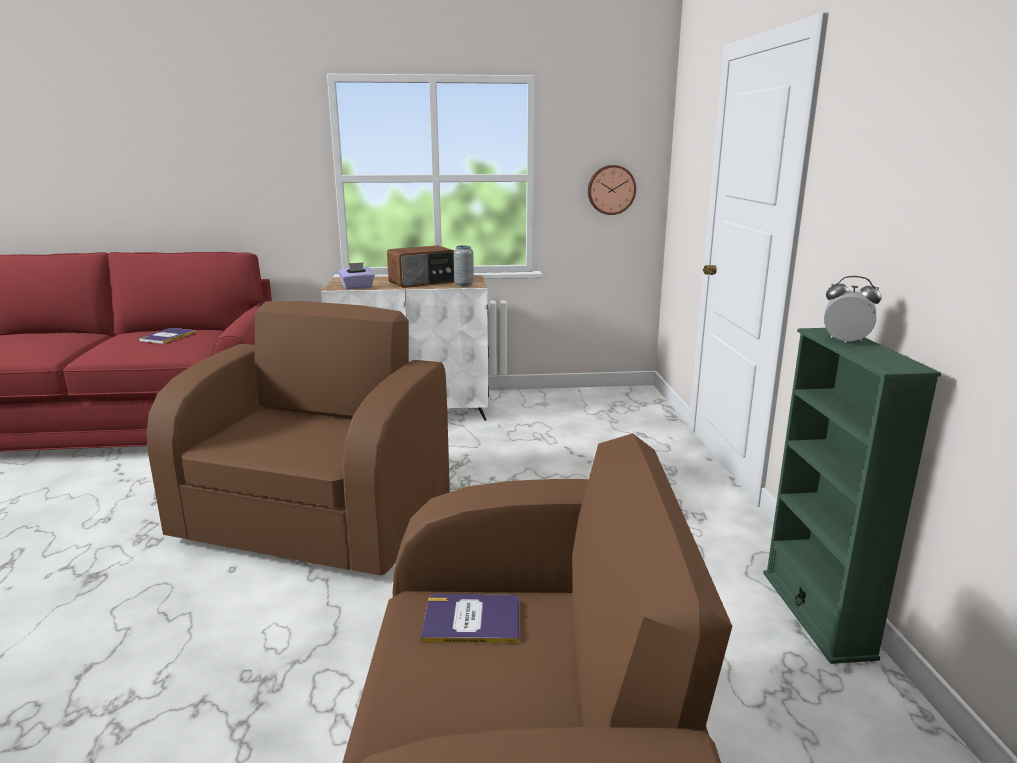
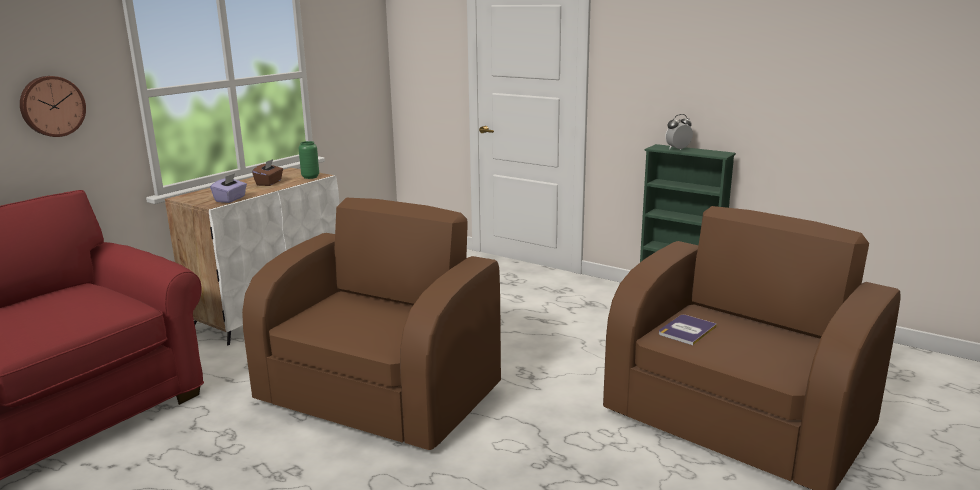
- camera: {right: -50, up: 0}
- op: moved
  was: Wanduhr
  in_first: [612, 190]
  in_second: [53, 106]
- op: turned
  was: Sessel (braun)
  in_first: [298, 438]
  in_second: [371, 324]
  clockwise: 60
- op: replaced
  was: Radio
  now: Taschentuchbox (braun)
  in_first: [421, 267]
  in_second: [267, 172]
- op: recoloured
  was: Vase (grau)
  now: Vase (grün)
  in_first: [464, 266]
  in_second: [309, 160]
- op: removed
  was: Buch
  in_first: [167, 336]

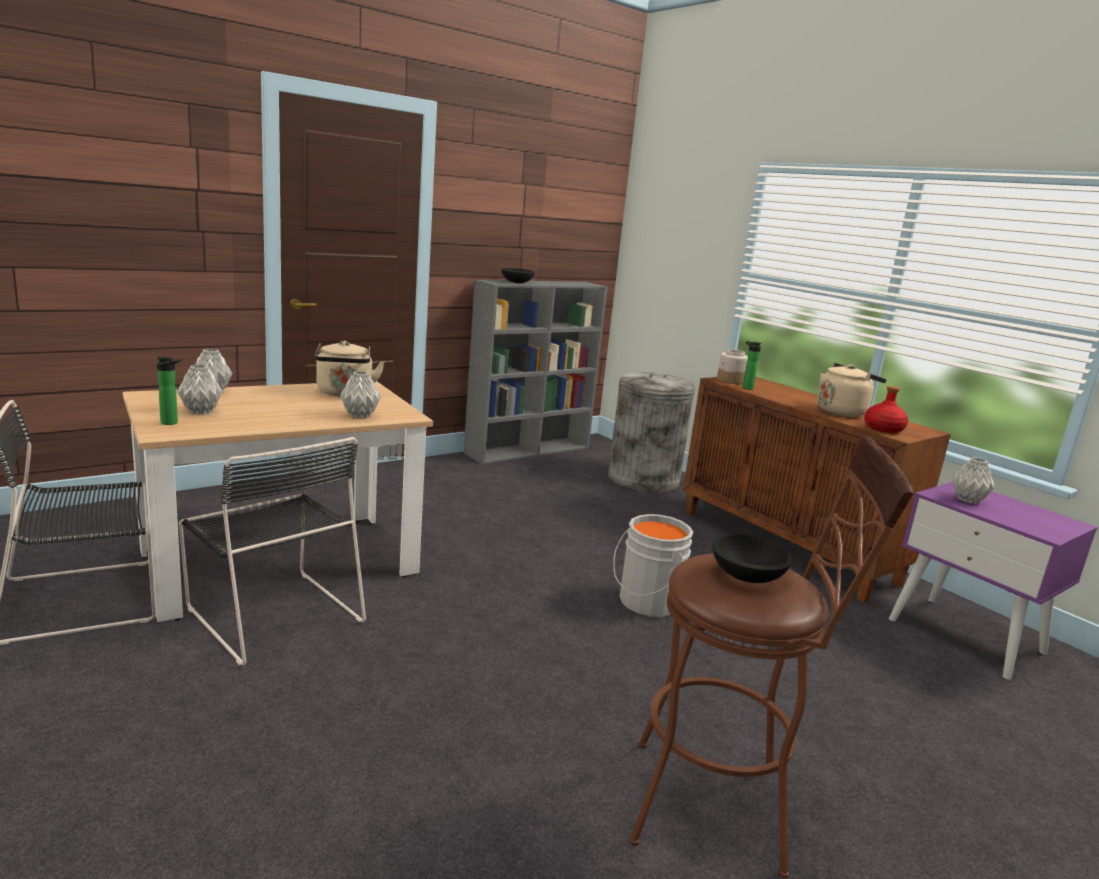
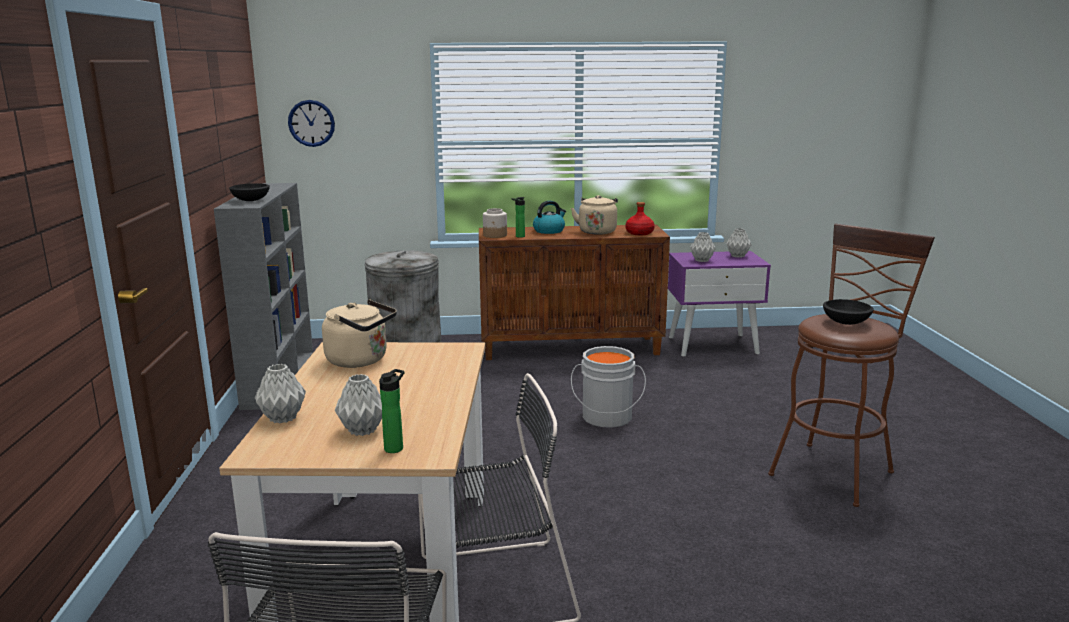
- camera: {right: -55, up: 0}
- op: added
  now: Wanduhr
  in_second: [311, 123]
- op: added
  now: Wasserkessel
  in_second: [549, 217]
- op: moved
  was: Vase (grau)
  in_first: [360, 394]
  in_second: [739, 243]

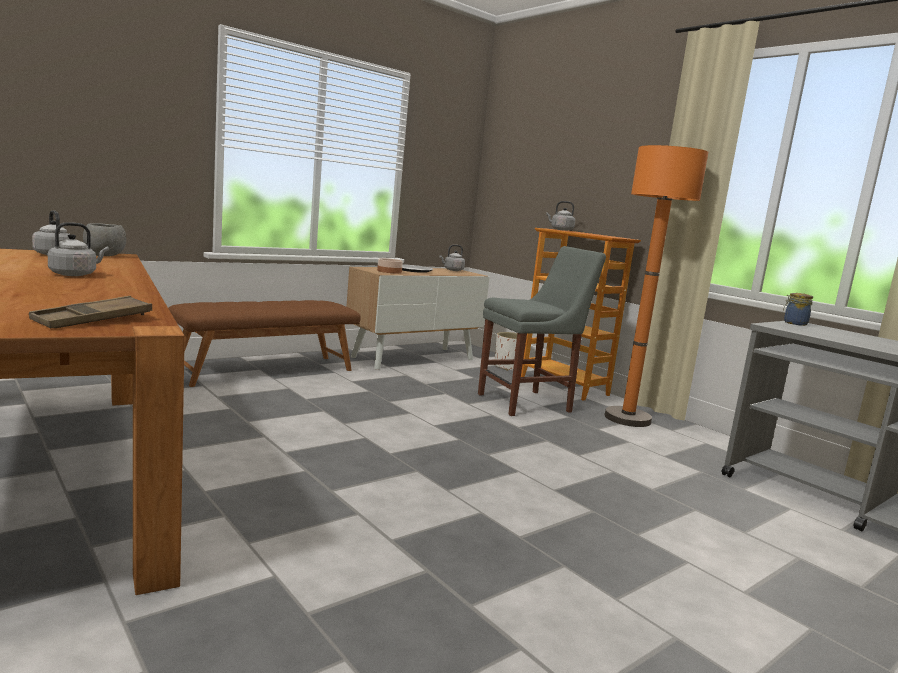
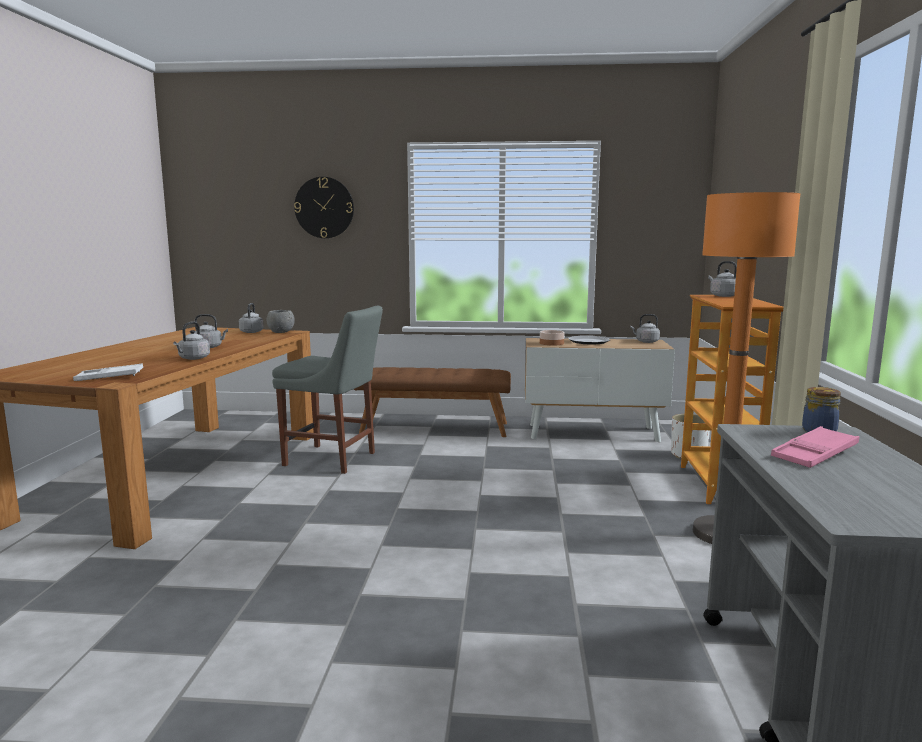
- camera: {right: 45, up: 0}
- op: recoloured
  was: Tablett (braun)
  now: Tablett (weiß)
  in_first: [90, 312]
  in_second: [108, 372]
- op: added
  now: Wasserkessel (grau)
  in_second: [191, 340]
- op: moved
  was: Stuhl (grau)
  in_first: [542, 331]
  in_second: [327, 390]
- op: added
  now: Wanduhr
  in_second: [324, 207]
- op: added
  now: Tablett (rosa)
  in_second: [815, 447]

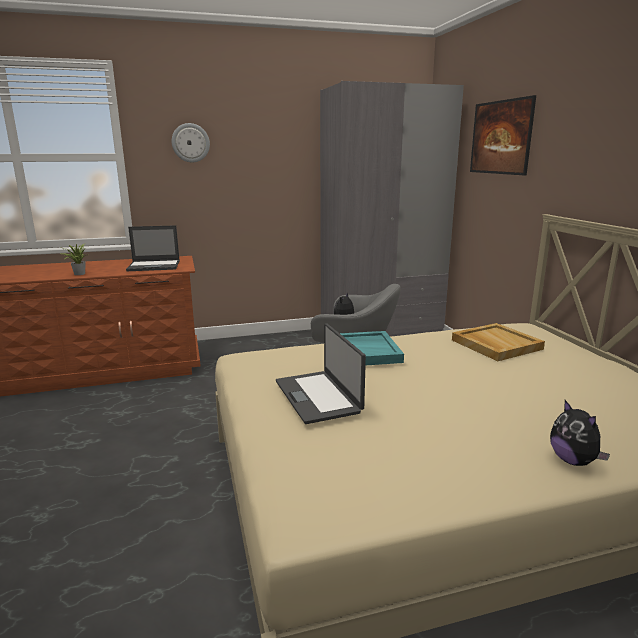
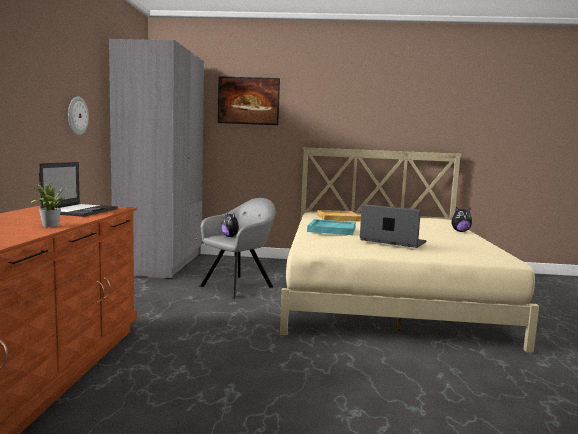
- camera: {right: -70, up: -10}
- op: moved
  was: Wanduhr
  in_first: [191, 142]
  in_second: [78, 116]
- op: turned
  was: Laptop
  in_first: [321, 373]
  in_second: [393, 226]
  clockwise: -150

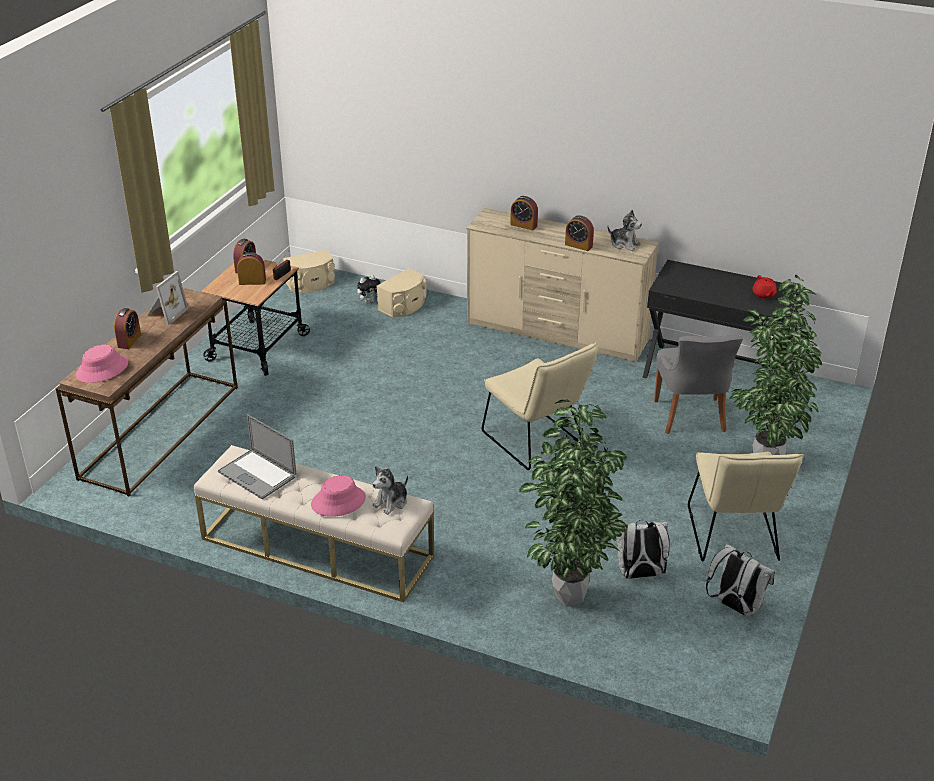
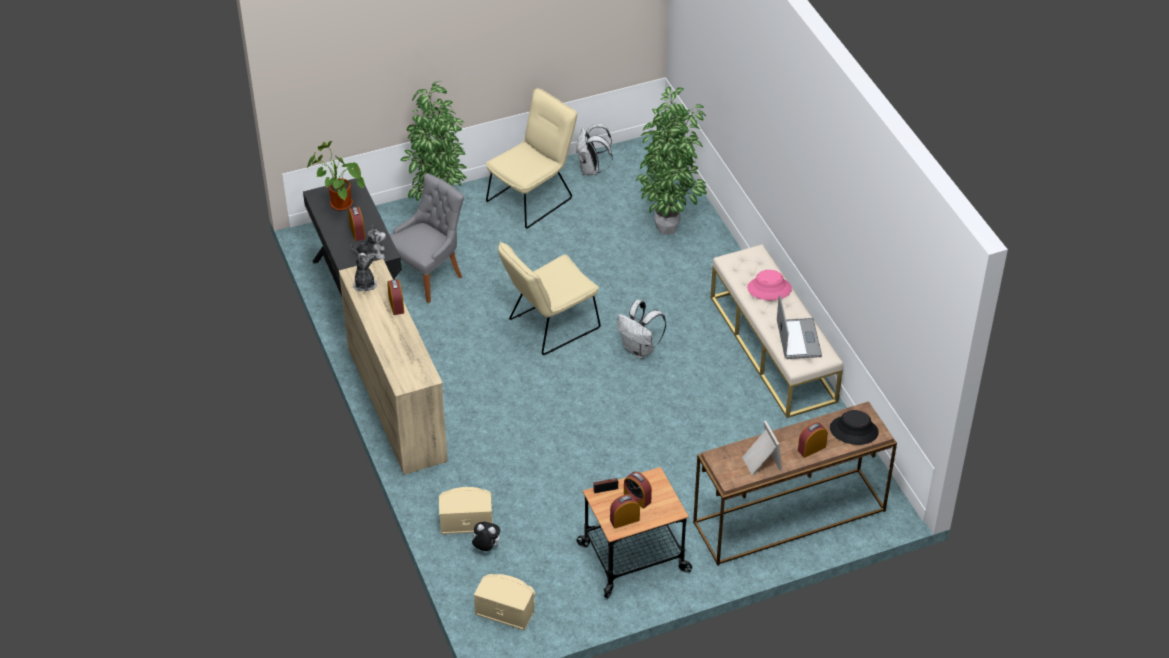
- camera: {right: -135, up: 10}
- op: replaced
  was: Teekanne (rot)
  now: Topfpflanze
  in_first: [764, 286]
  in_second: [335, 176]
- op: moved
  was: Wecker
  in_first: [524, 213]
  in_second: [356, 224]
- op: moved
  was: Plüschtier
  in_first: [390, 490]
  in_second: [368, 242]
- op: turned
  was: Stuhl (beige)
  in_first: [540, 406]
  in_second: [549, 298]
  clockwise: -135
- op: moved
  was: Rucksack (weiß)
  in_first: [641, 549]
  in_second: [641, 329]
- op: turned
  was: Bilderrahmen
  in_first: [167, 298]
  in_second: [762, 448]
  clockwise: 90
- op: recoloured
  was: Hut (rosa)
  now: Hut (schwarz)
  in_first: [102, 364]
  in_second: [854, 427]

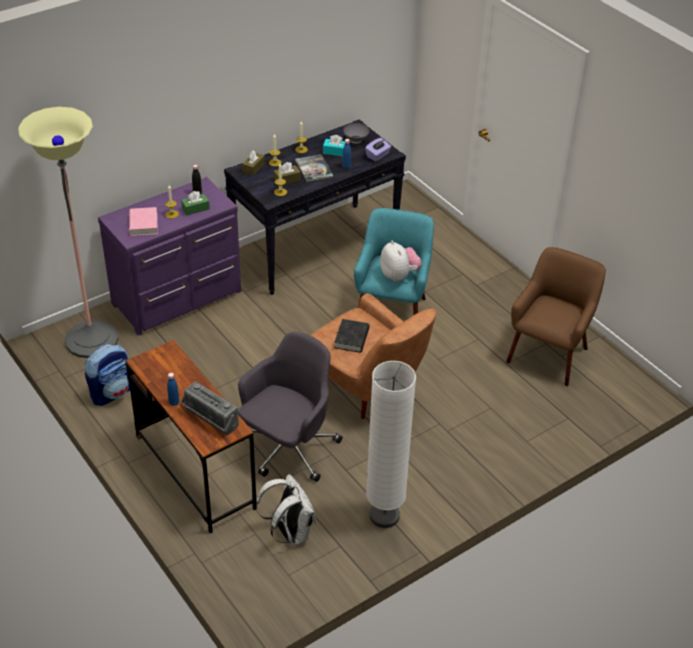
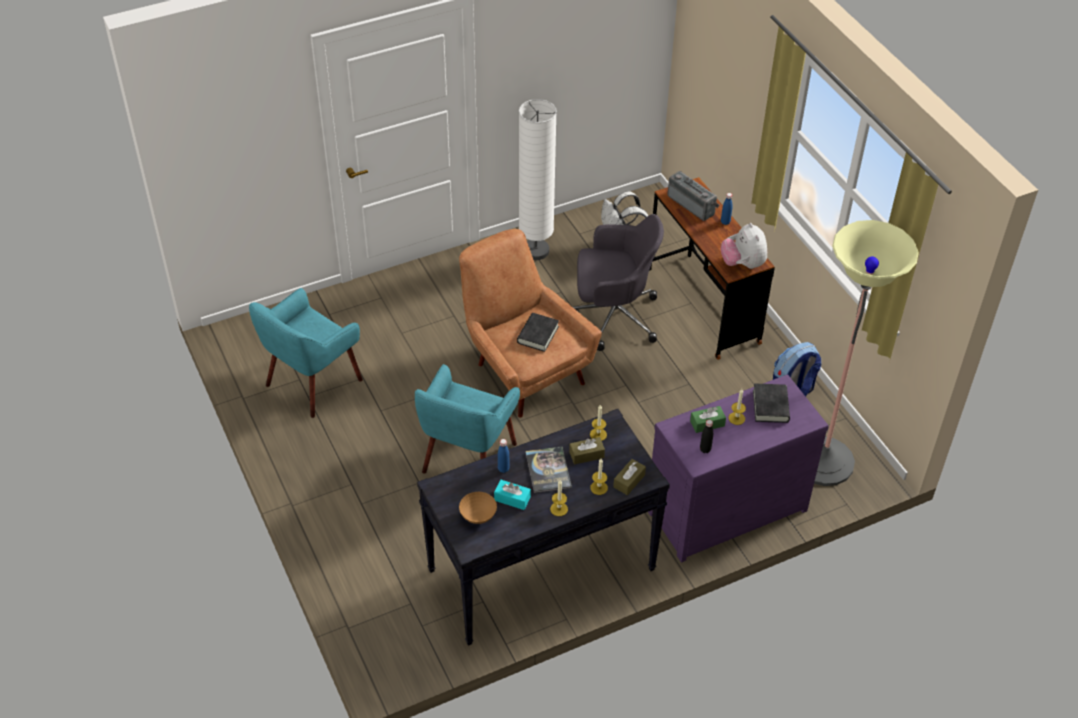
- camera: {right: -170, up: 5}
- op: recoloured
  was: Sessel (braun)
  now: Sessel (türkis)
  in_first: [556, 316]
  in_second: [306, 353]
- op: recoloured
  was: Schüssel (grau)
  now: Schüssel (braun)
  in_first: [356, 133]
  in_second: [478, 508]
- op: turned
  was: Bürostuhl (grau)
  in_first: [290, 407]
  in_second: [618, 282]
  clockwise: -135
- op: moved
  was: Plüschtier
  in_first: [401, 261]
  in_second: [743, 246]
- op: recoloured
  was: Buch (rosa)
  now: Buch (schwarz)
  in_first: [143, 221]
  in_second: [771, 403]
- op: removed
  was: Taschentuchbox (lila)
  in_first: [378, 150]

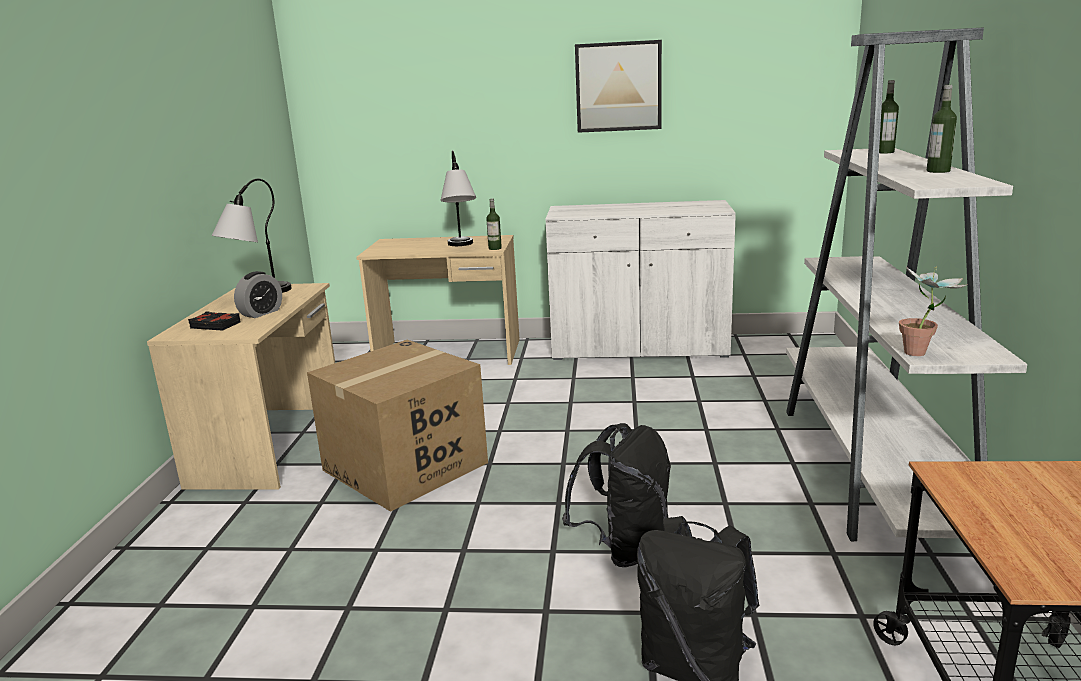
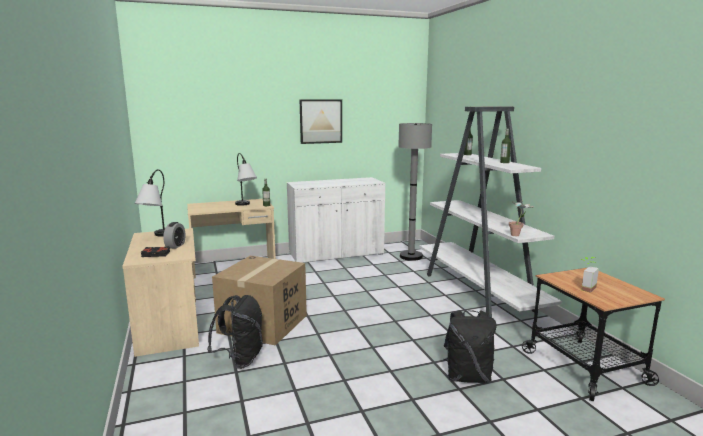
- camera: {right: -25, up: -5}
- op: moved
  was: Rucksack (schwarz)
  in_first: [616, 495]
  in_second: [235, 332]
- op: added
  now: Stehlampe (grau)
  in_second: [415, 192]
- op: added
  now: Topfpflanze
  in_second: [589, 275]

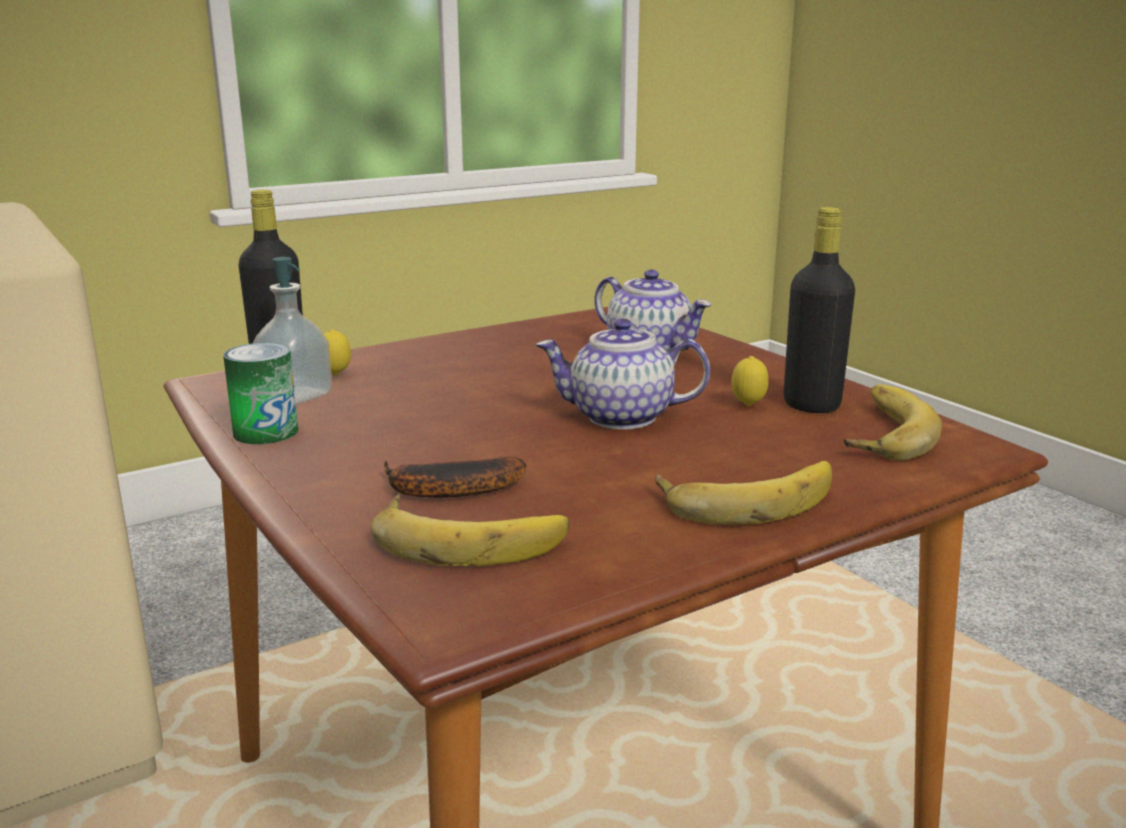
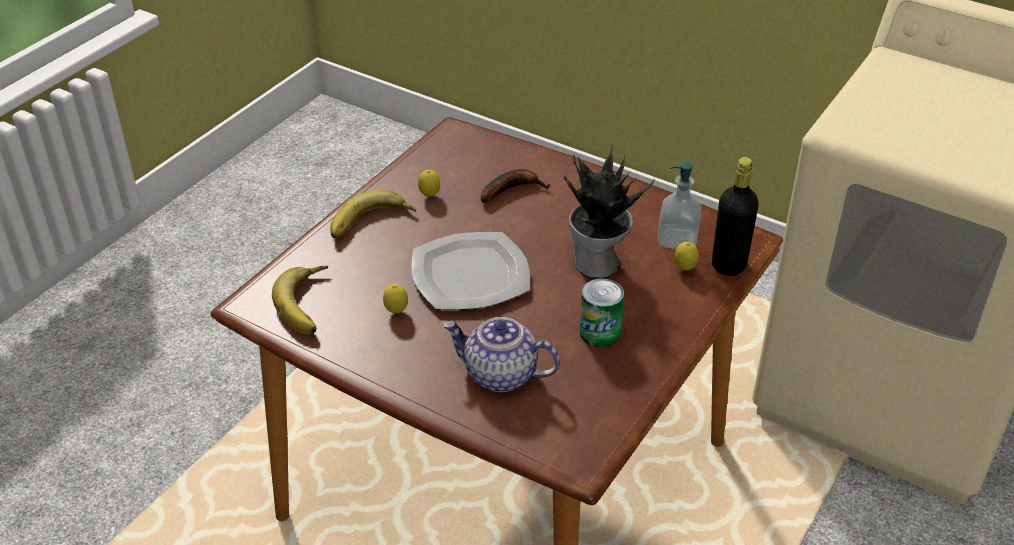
- camera: {right: 155, up: 20}
- op: replaced
  was: Teekanne
  now: Teller
  in_first: [623, 374]
  in_second: [470, 271]
- op: added
  now: Zitrone
  in_second: [429, 183]
- op: added
  now: Topfpflanze
  in_second: [609, 211]
- op: moved
  was: Dose
  in_first: [260, 393]
  in_second: [602, 313]
- op: removed
  was: Banane
  in_first: [469, 529]
- op: removed
  was: Flasche (schwarz)
  in_first: [819, 310]

